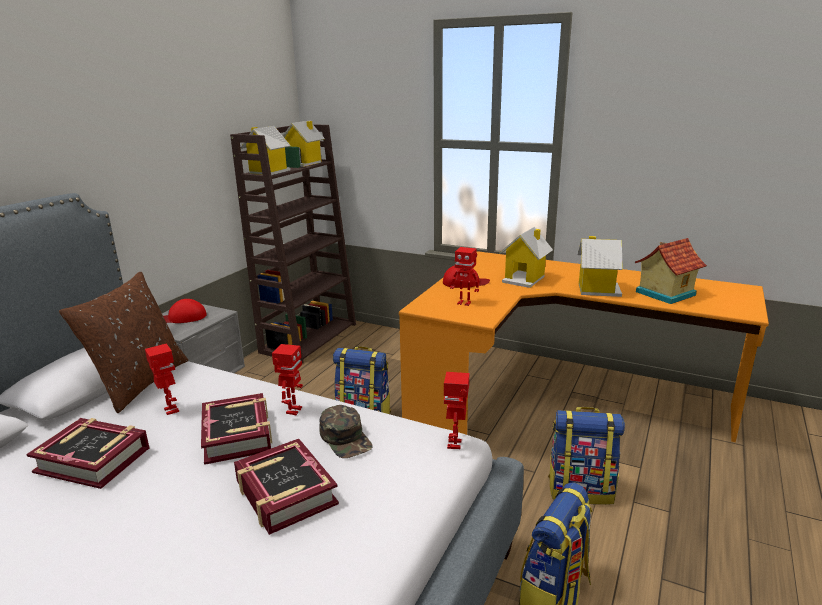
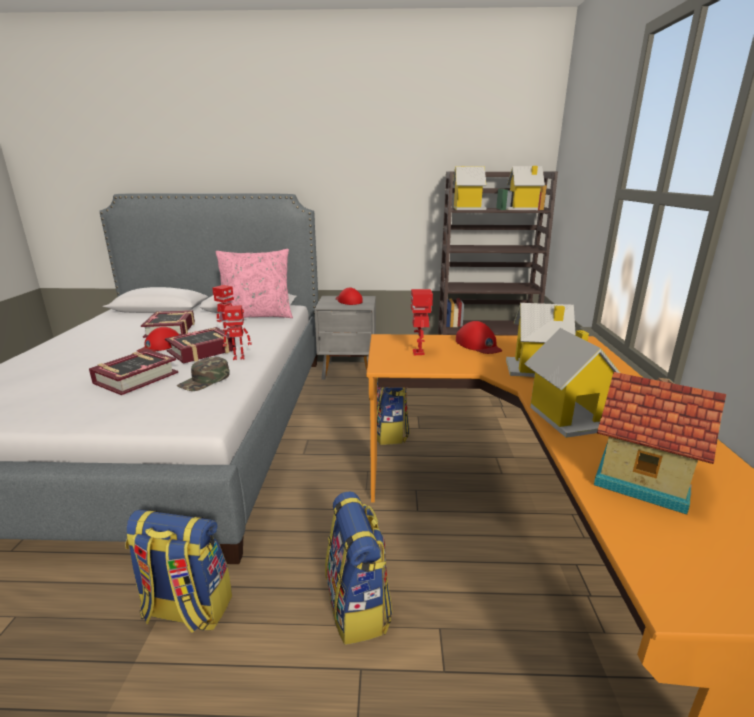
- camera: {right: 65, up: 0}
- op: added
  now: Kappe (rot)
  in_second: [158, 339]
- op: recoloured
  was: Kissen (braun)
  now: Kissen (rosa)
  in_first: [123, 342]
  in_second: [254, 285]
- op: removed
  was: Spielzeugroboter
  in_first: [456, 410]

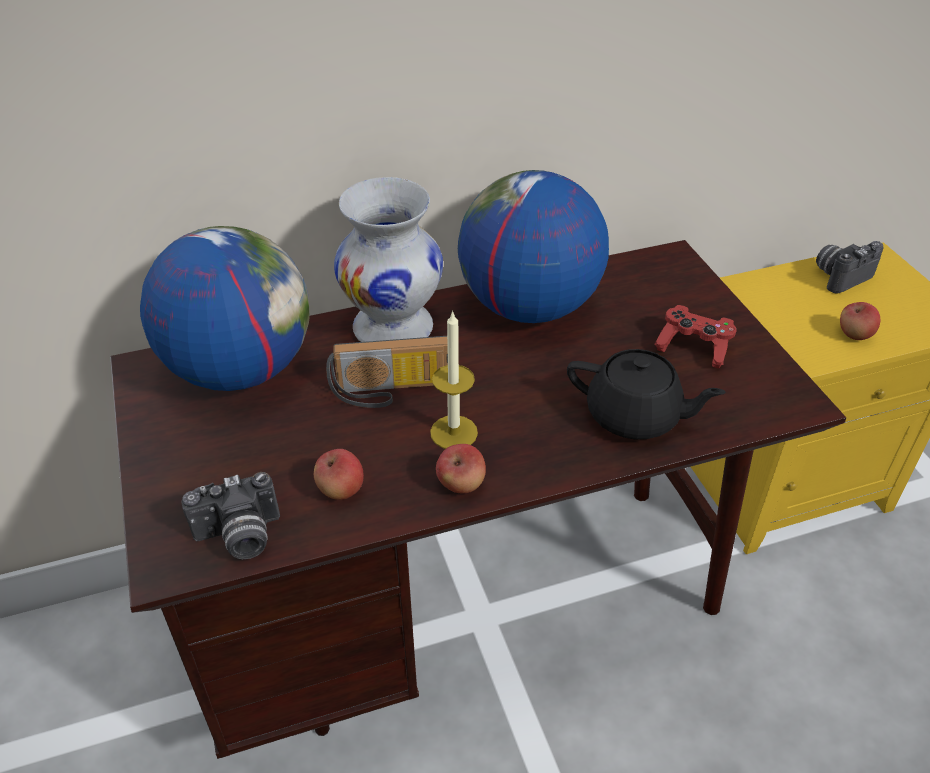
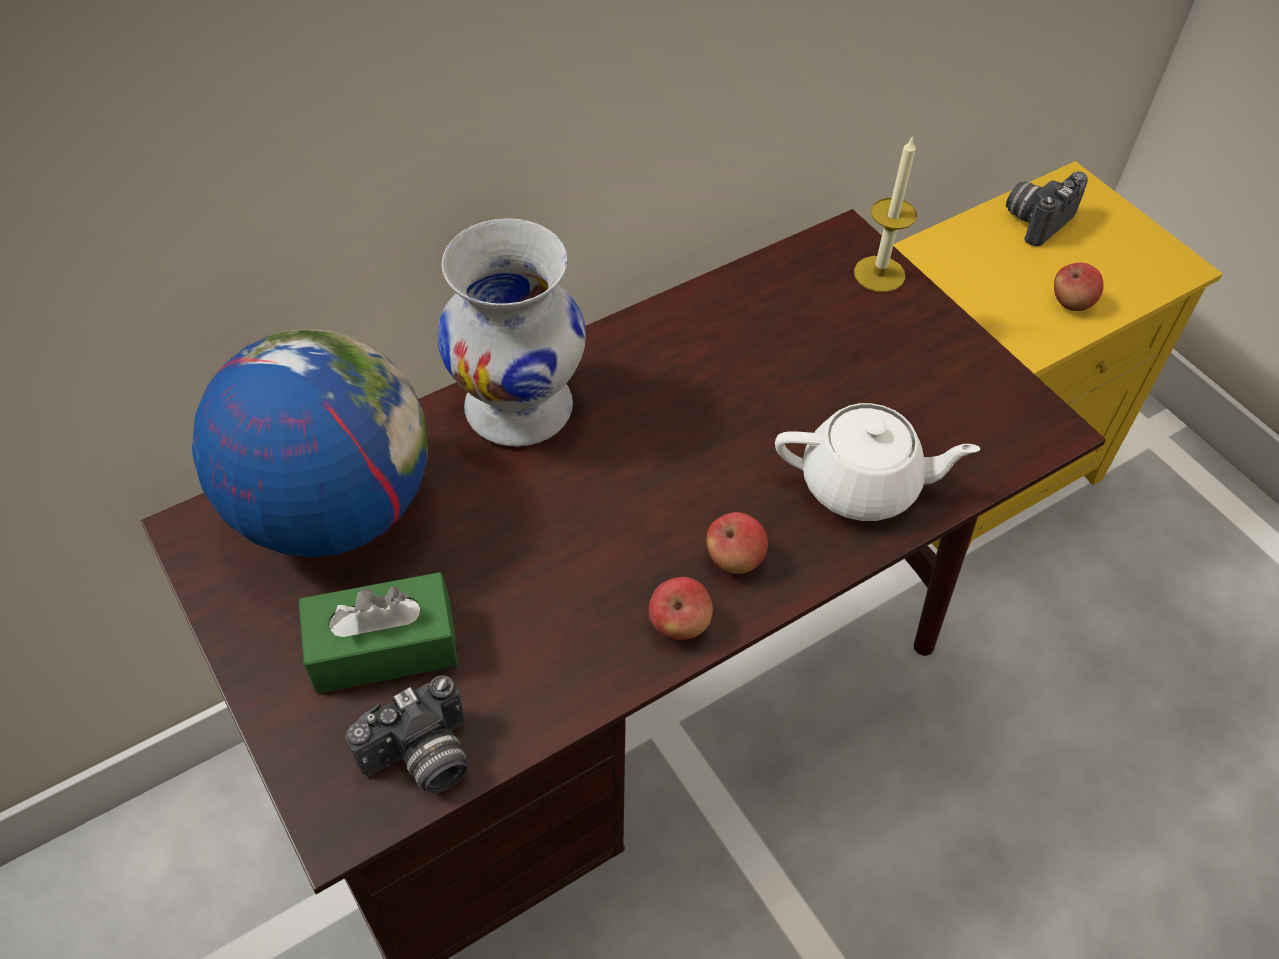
- camera: {right: -15, up: 10}
- op: added
  now: Taschentuchbox (grün)
  in_second: [378, 633]
- op: moved
  was: Apfel
  in_first: [339, 474]
  in_second: [737, 543]
- op: recoloured
  was: Teekanne (schwarz)
  now: Teekanne (weiß)
  in_first: [646, 394]
  in_second: [878, 462]
- op: moved
  was: Kerze
  in_first: [454, 379]
  in_second: [885, 213]
- op: removed
  was: Radio
  in_first: [387, 372]
- op: removed
  was: Globus
  in_first: [533, 246]
- op: removed
  was: Gamepad (rot)
  in_first: [696, 337]

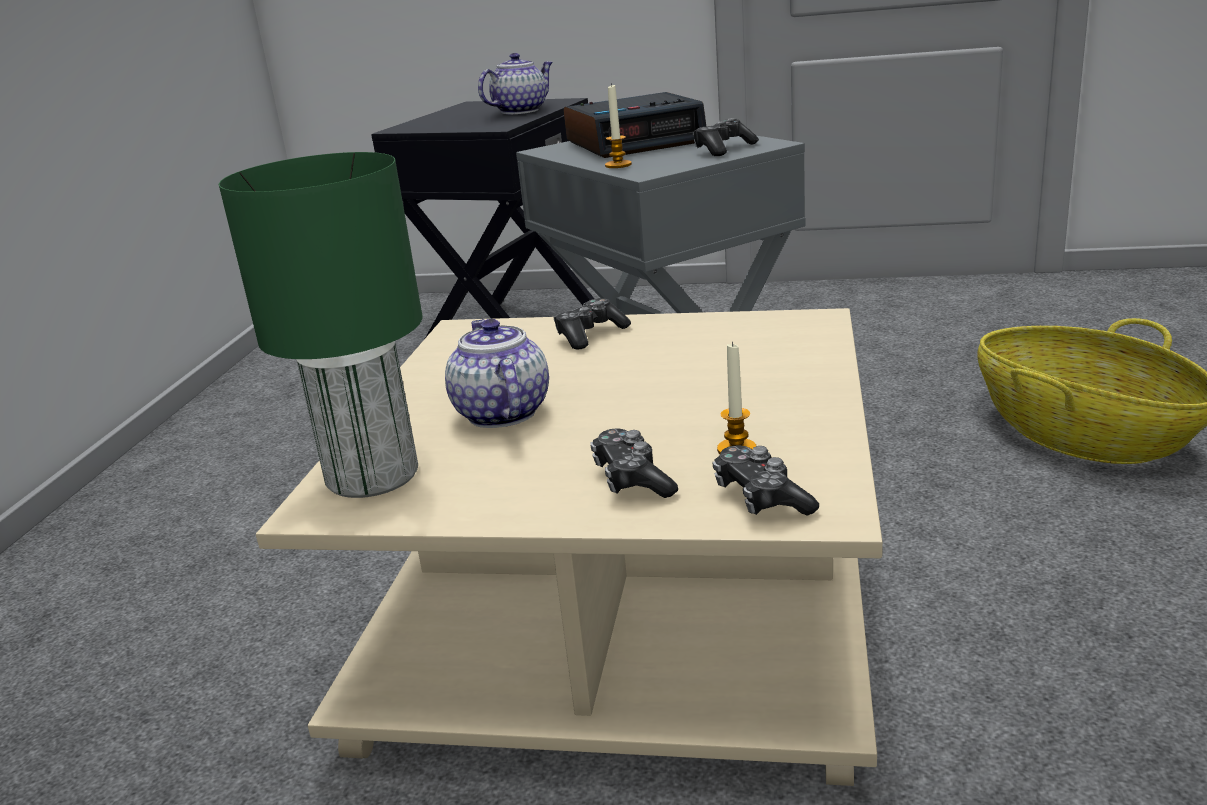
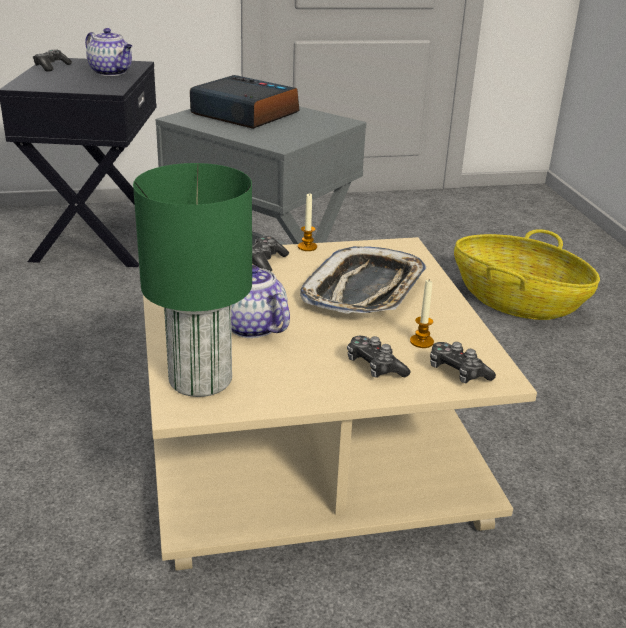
- camera: {right: -25, up: 5}
- op: moved
  was: Gamepad
  in_first: [726, 137]
  in_second: [52, 60]
- op: turned
  was: Teekanne
  in_first: [515, 83]
  in_second: [108, 52]
  clockwise: 105
- op: turned
  was: Wecker
  in_first: [634, 125]
  in_second: [244, 102]
  clockwise: -105
- op: moved
  was: Kerze
  in_first: [618, 125]
  in_second: [307, 222]
- op: added
  now: Tablett
  in_second: [363, 280]

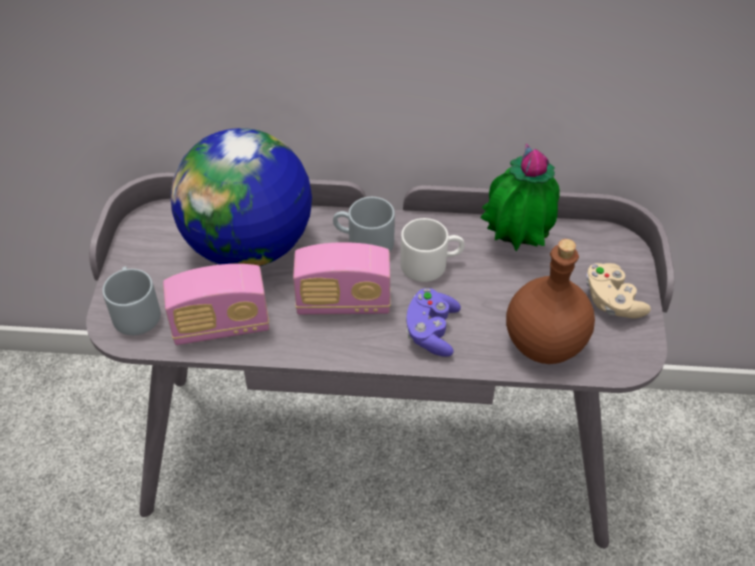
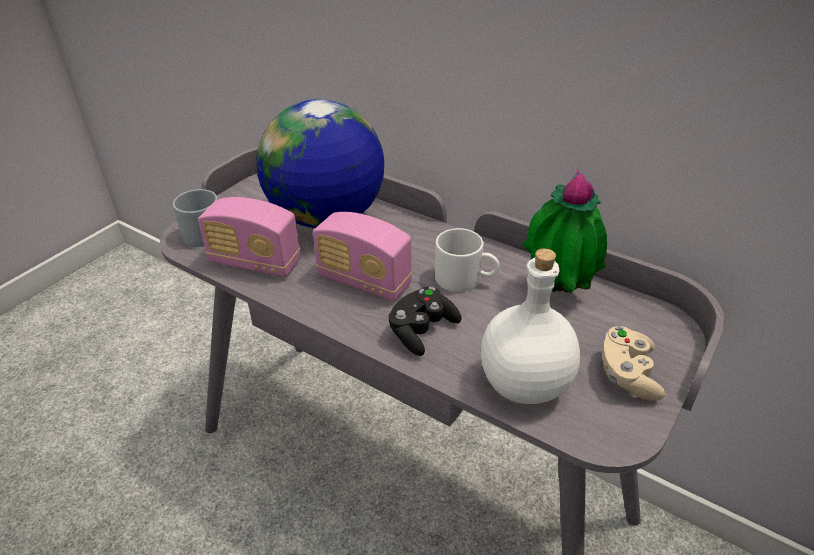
- camera: {right: 30, up: -10}
- op: recoloured
  was: Gamepad (lila)
  now: Gamepad (schwarz)
  in_first: [433, 322]
  in_second: [425, 321]
- op: recoloured
  was: Flasche (braun)
  now: Flasche (weiß)
  in_first: [550, 301]
  in_second: [530, 326]
- op: removed
  was: Henkelbecher (grau)
  in_first: [364, 224]

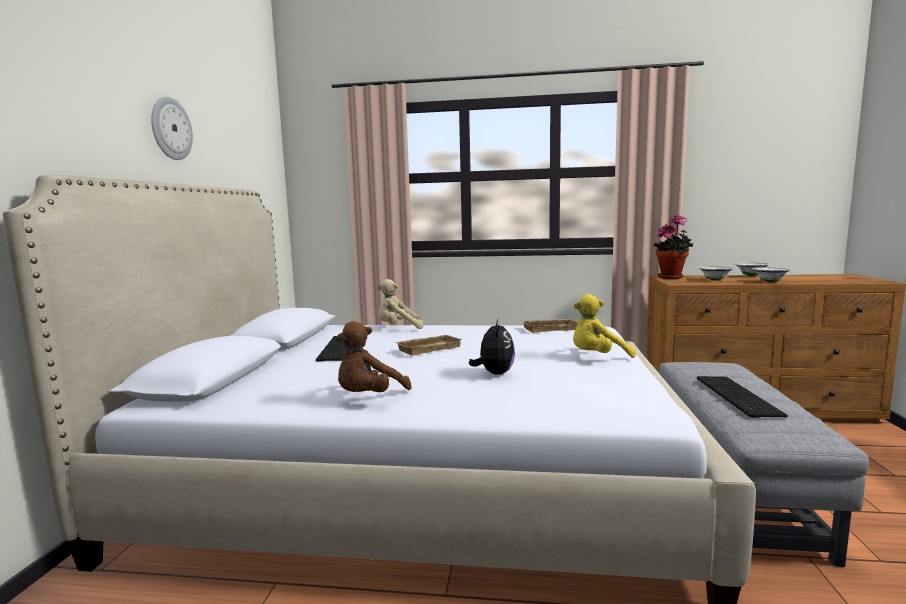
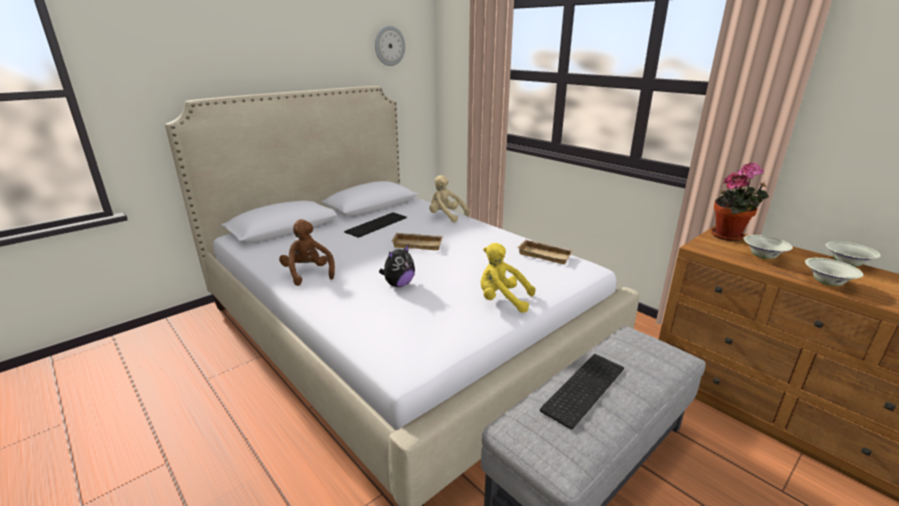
- camera: {right: 40, up: 15}
- op: turned
  was: Plüschtier (braun)
  in_first: [373, 356]
  in_second: [307, 252]
  clockwise: 75
- op: moved
  was: Wanduhr
  in_first: [172, 128]
  in_second: [390, 46]

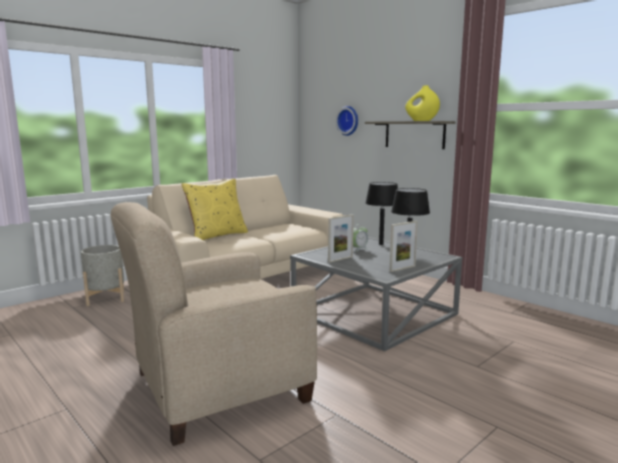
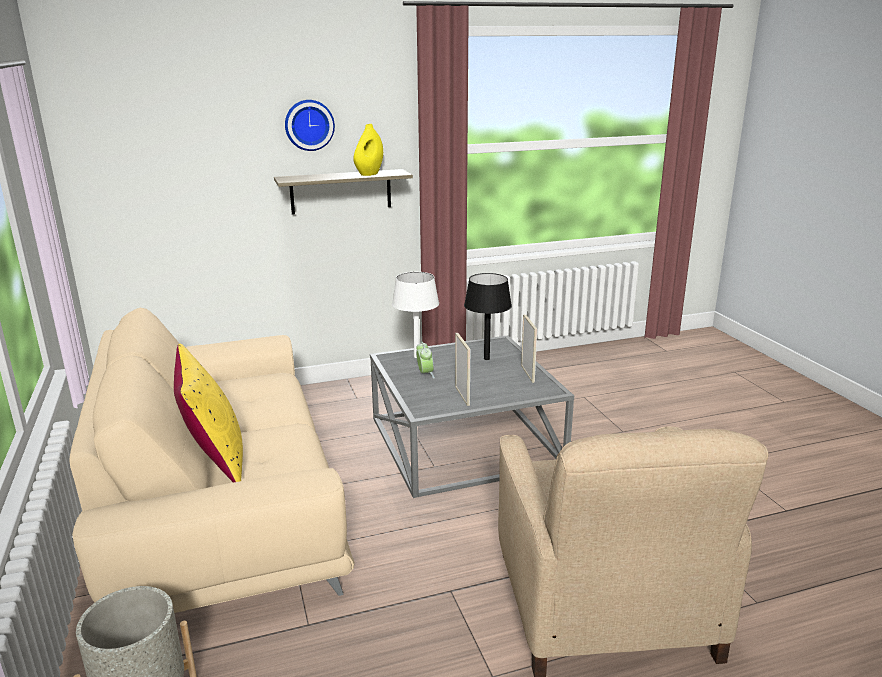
- camera: {right: -65, up: 10}
- op: moved
  was: Wanduhr
  in_first: [347, 121]
  in_second: [310, 125]
- op: recoloured
  was: Tischlampe (schwarz)
  now: Tischlampe (weiß)
  in_first: [381, 213]
  in_second: [415, 315]

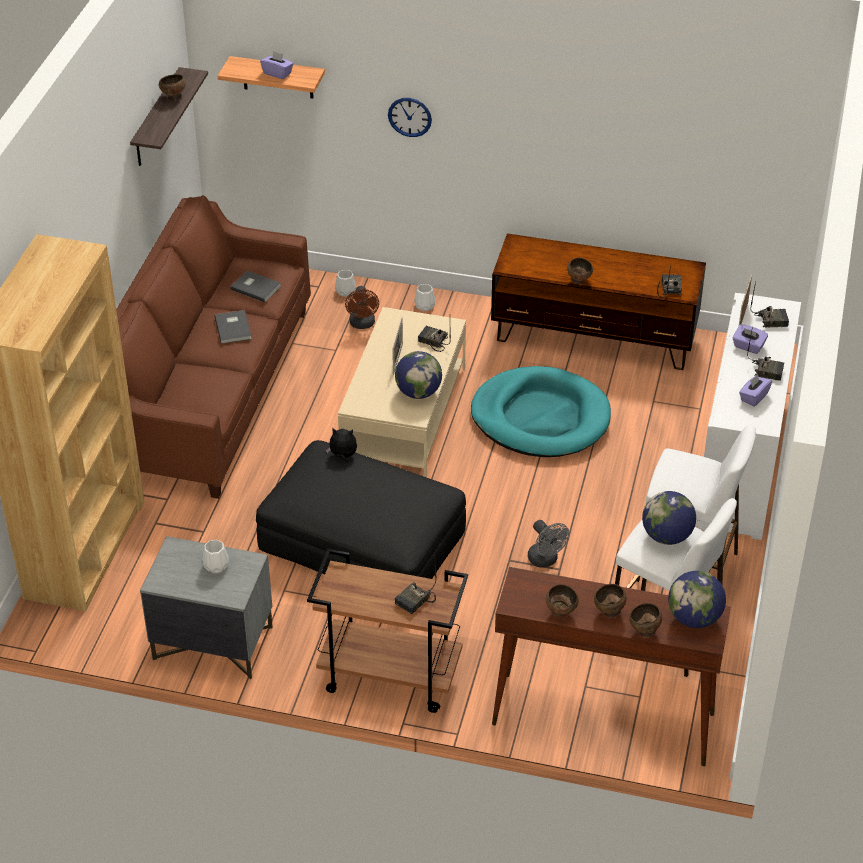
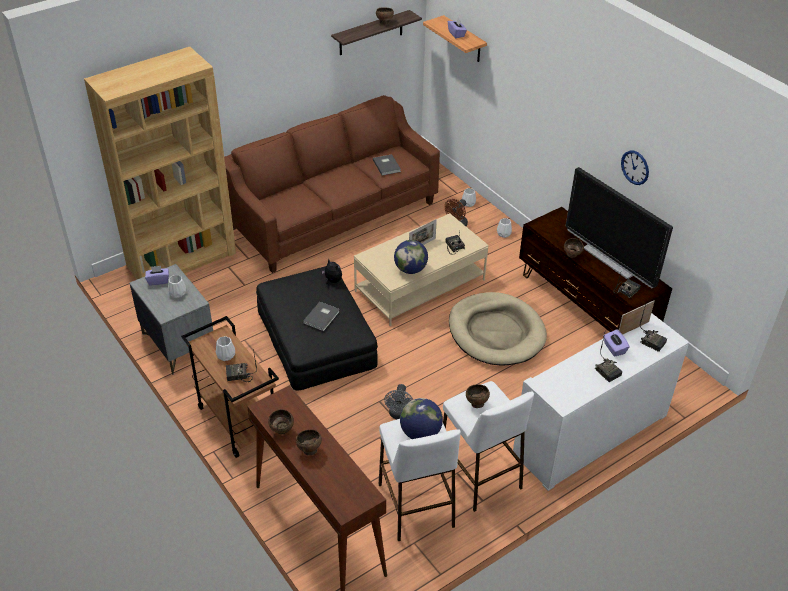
- camera: {right: 40, up: 0}
- op: moved
  was: Taschentuchbox (lila)
  in_first: [755, 390]
  in_second: [157, 275]
- op: added
  now: Vase (weiß)
  in_second: [225, 348]
- op: moved
  was: Buch (grau)
  in_first: [233, 327]
  in_second: [321, 316]
- op: recoloured
  was: Hundebett (türkis)
  now: Hundebett (beige)
  in_first: [541, 411]
  in_second: [498, 329]
- op: moved
  was: Schüssel (braun)
  in_first: [645, 620]
  in_second: [478, 396]
- op: added
  now: Fernseher
  in_second: [619, 227]
- op: moved
  was: Wanduhr
  in_first: [410, 117]
  in_second: [635, 167]
- op: removed
  was: Globus
  in_first: [697, 599]

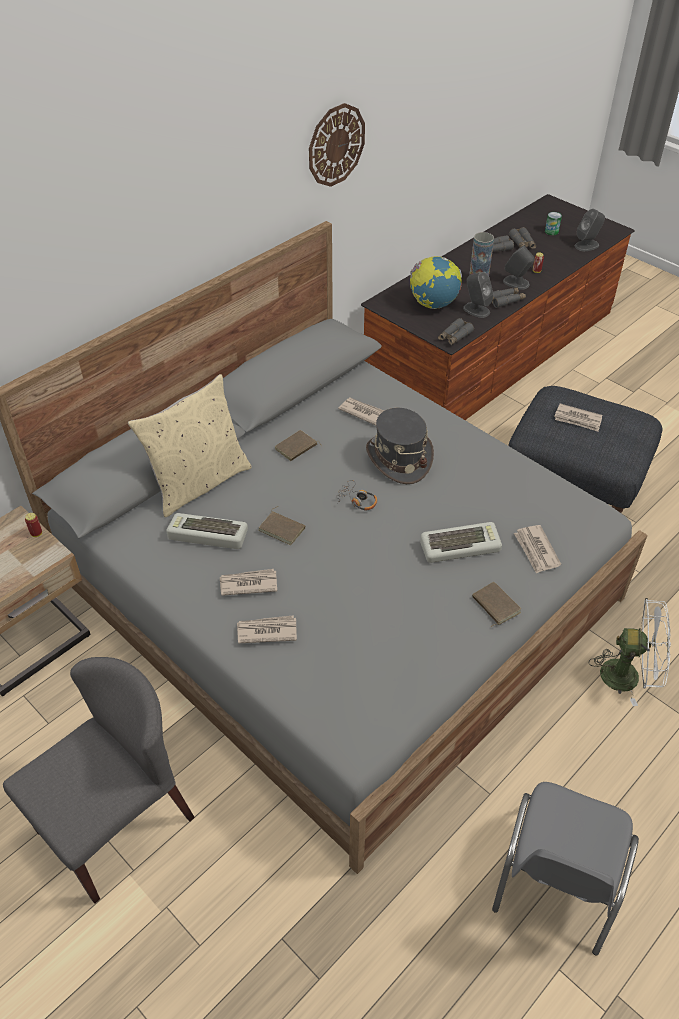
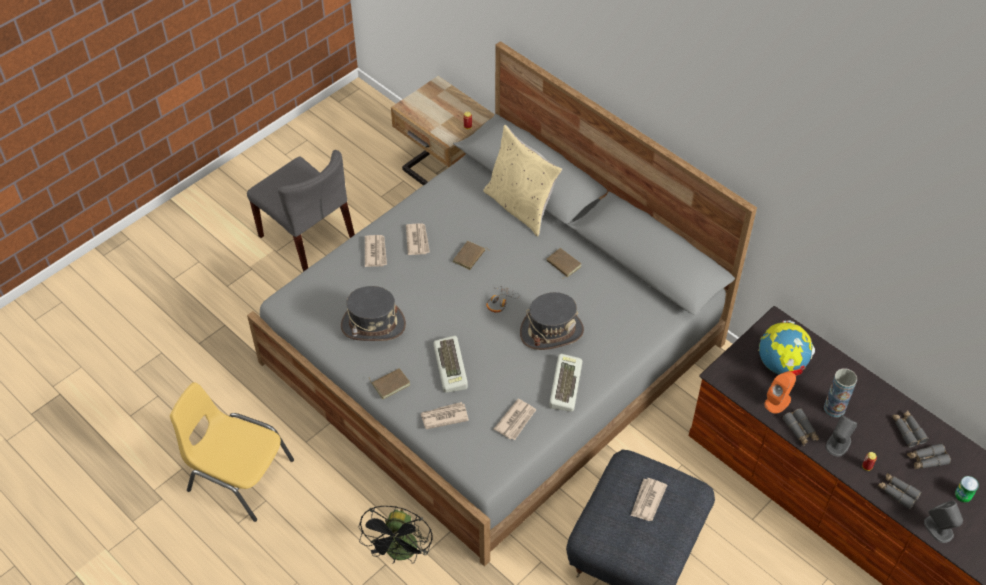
- camera: {right: 90, up: 5}
- op: recoloured
  was: Stuhl (grau)
  now: Stuhl (gelb)
  in_first: [565, 868]
  in_second: [232, 452]
- op: added
  now: Hut (grau)
  in_second: [373, 313]
- op: recoloured
  was: Ventilator (weiß)
  now: Ventilator (schwarz)
  in_first: [630, 652]
  in_second: [396, 535]
- op: moved
  was: Zeitung
  in_first: [361, 412]
  in_second: [515, 419]
- op: moved
  was: Tastatur
  in_first: [207, 531]
  in_second: [565, 382]
- op: recoloured
  was: Lautsprecher (grau)
  now: Lautsprecher (orange)
  in_first: [478, 295]
  in_second: [780, 392]
- op: moved
  was: Fernglas (grau)
  in_first: [456, 331]
  in_second: [900, 491]
- op: removed
  was: Wanduhr
  in_first: [337, 145]

